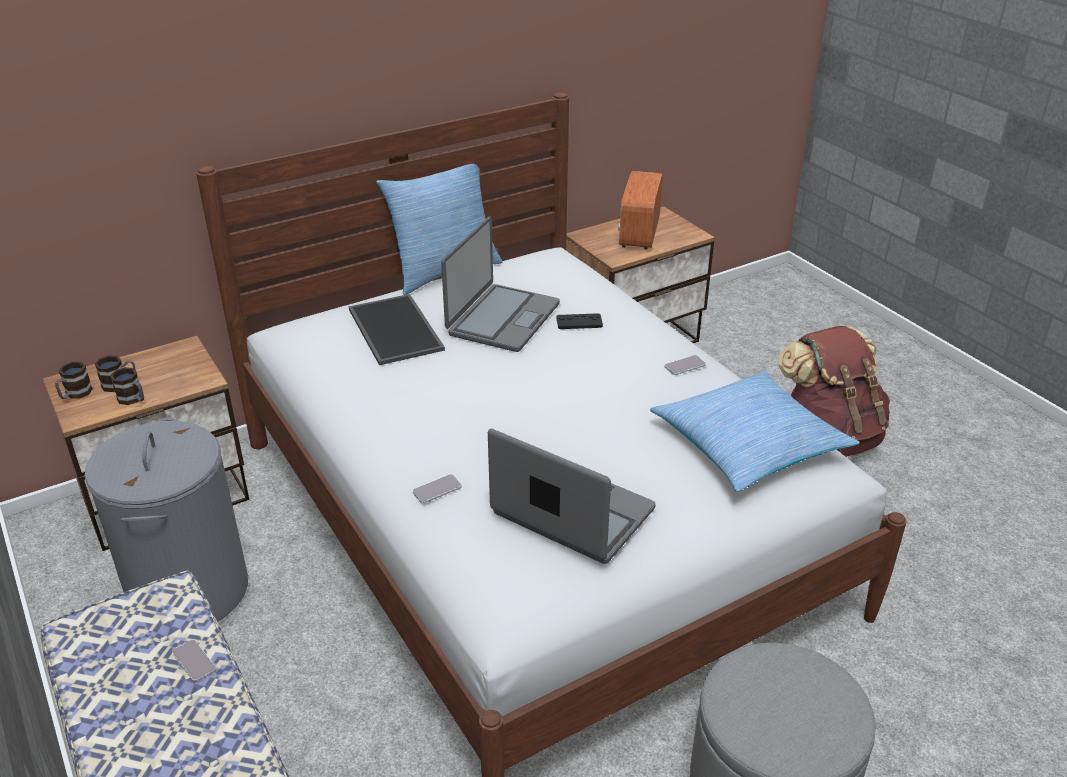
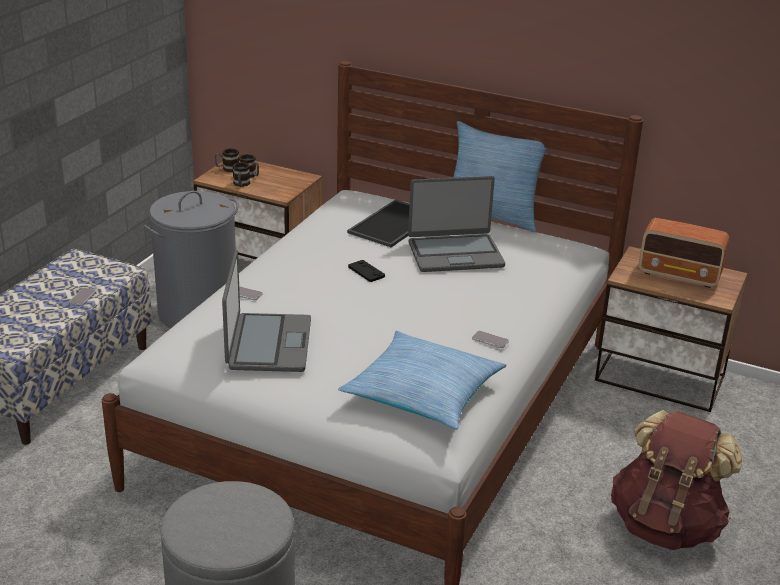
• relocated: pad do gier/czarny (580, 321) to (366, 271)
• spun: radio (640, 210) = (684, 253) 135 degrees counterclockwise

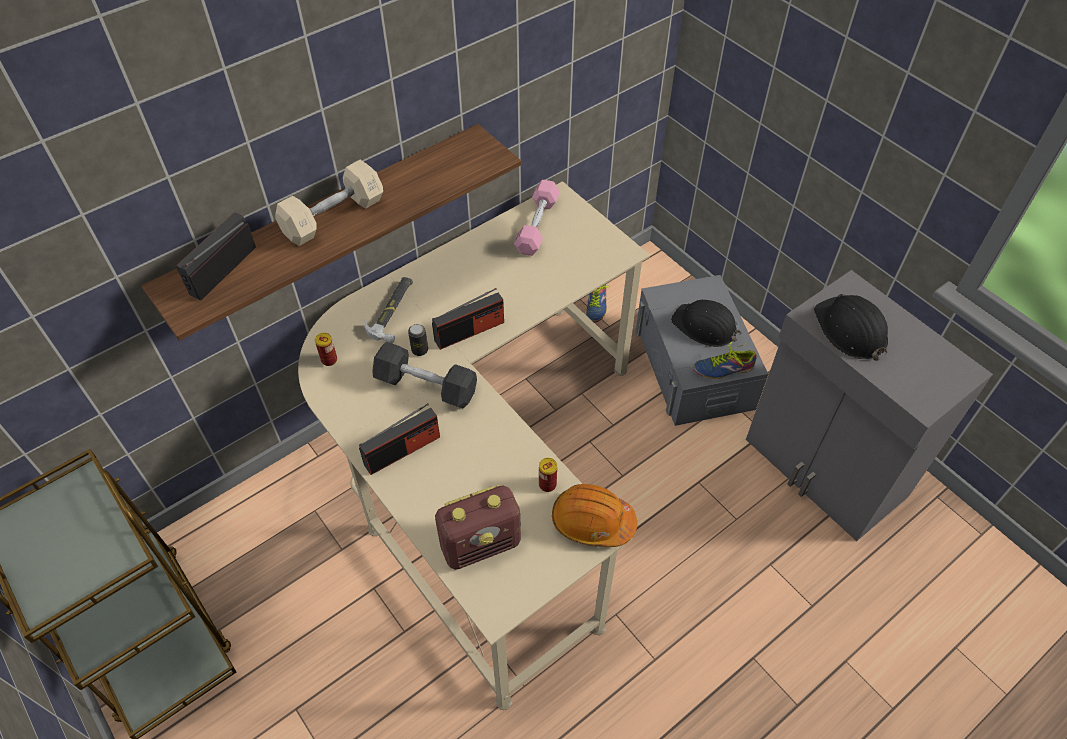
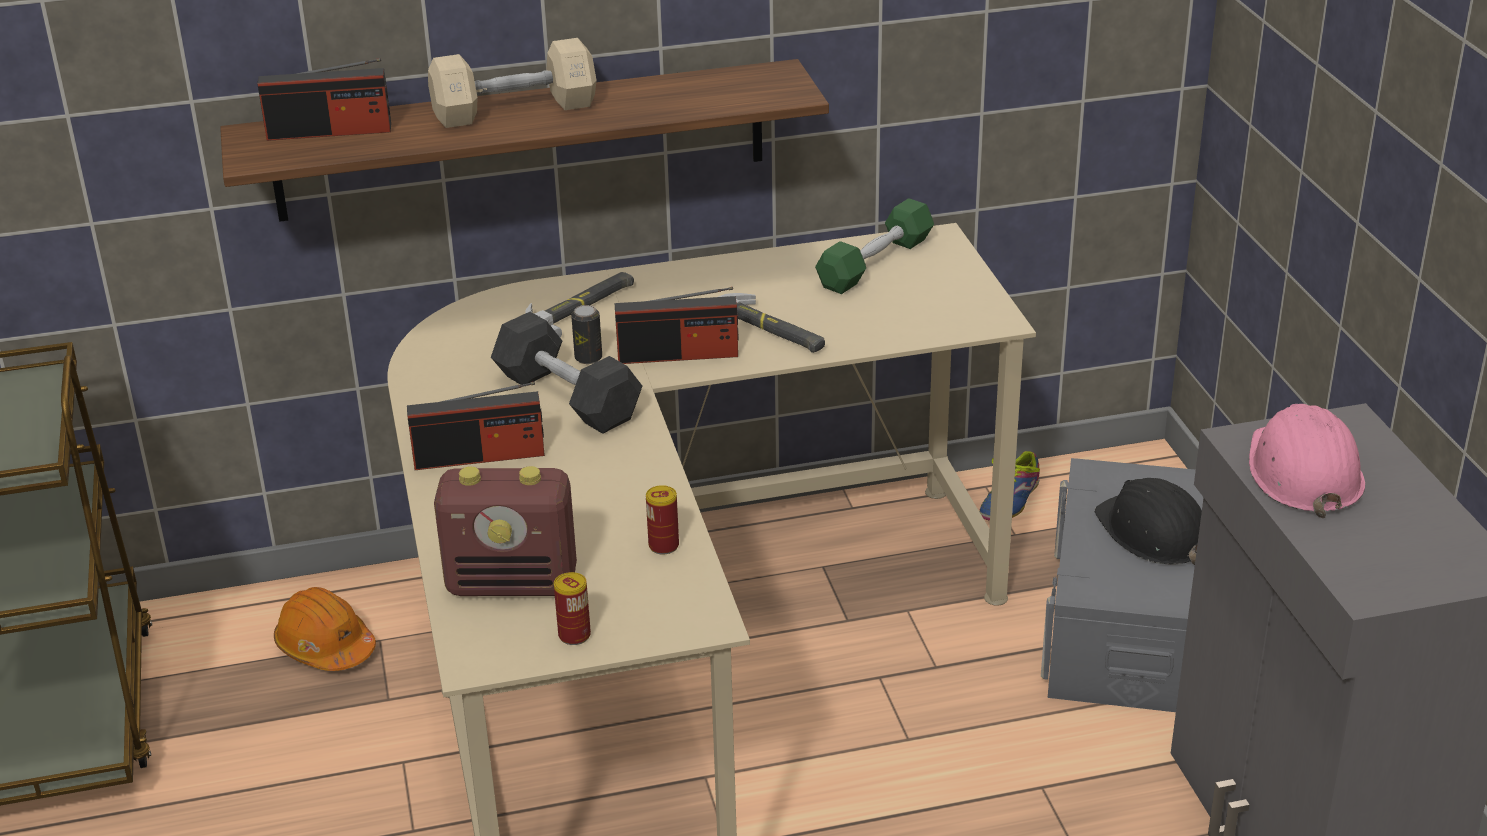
• missing: but (725, 360)
• appeared: młotek (772, 323)
• relocated: puszka (326, 349) to (572, 608)
• relocated: kask/pomarańczowy (594, 515) to (325, 629)
• colour: hantel/różowy (537, 218) to hantel/zielony (874, 246)
• colour: kask/czarny (851, 327) to kask/różowy (1307, 461)
• spun: radio (216, 256) = (324, 99) 150 degrees counterclockwise

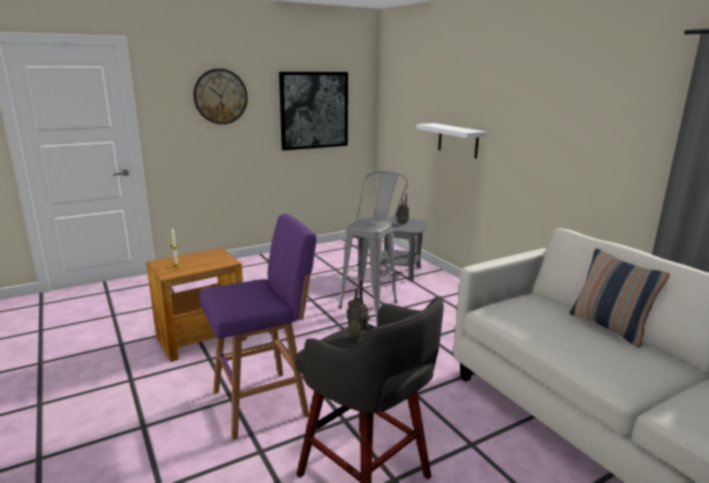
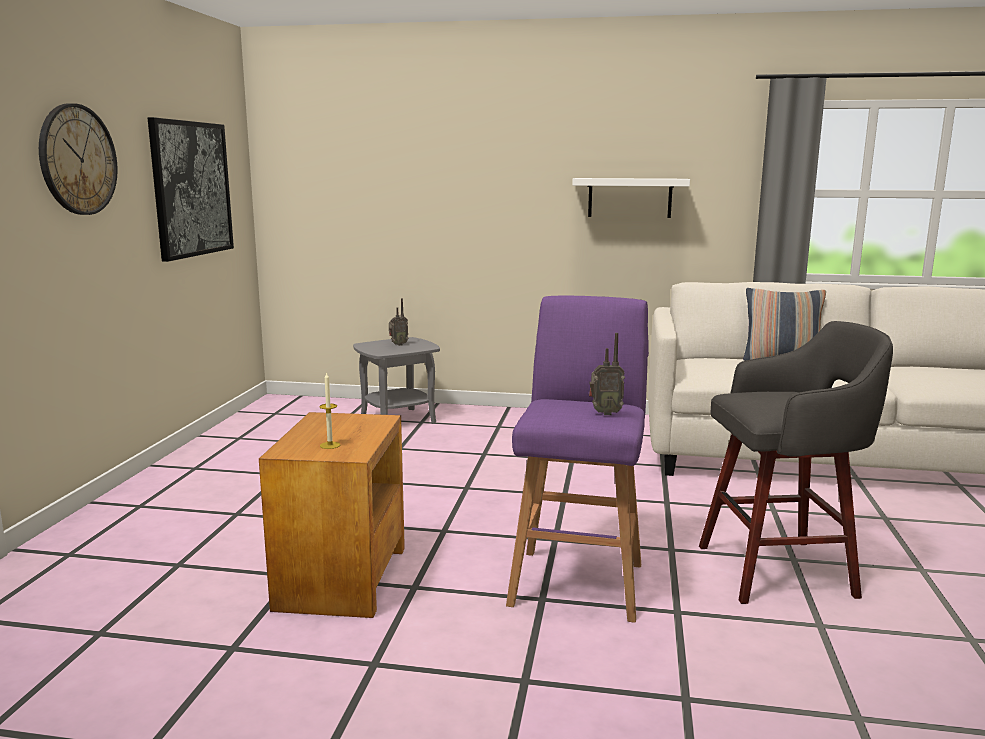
• missing: stołek/szary (373, 245)
• relocated: radio (358, 309) to (607, 374)
• relocated: półka/biały (451, 140) to (631, 198)

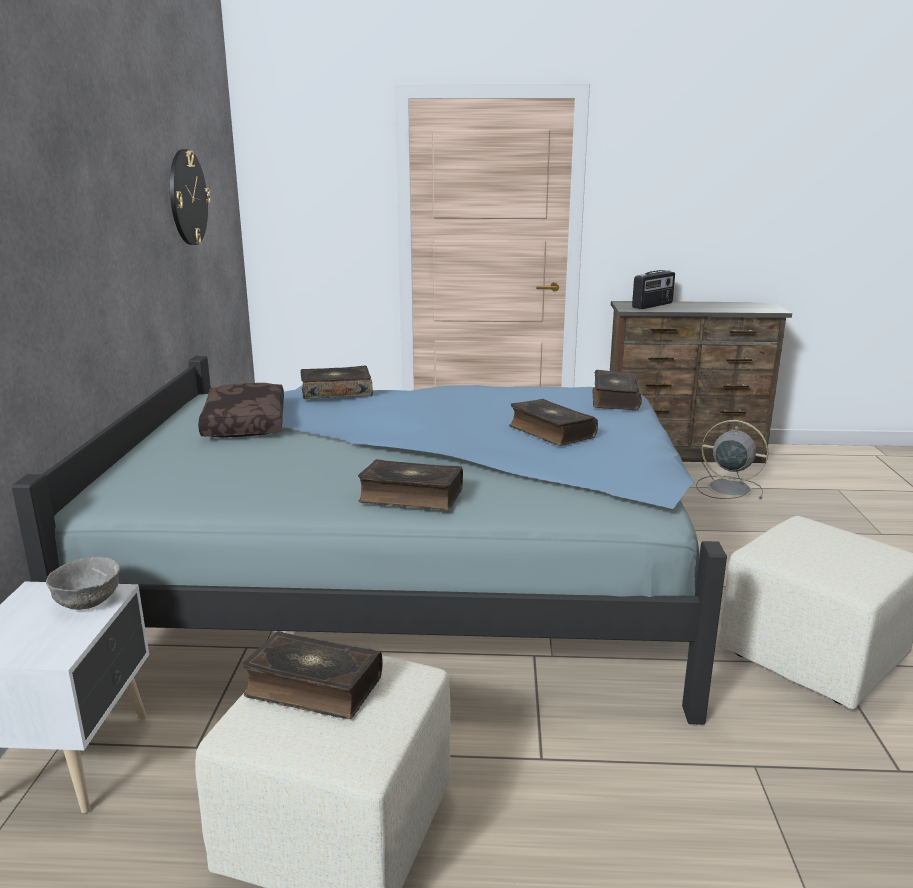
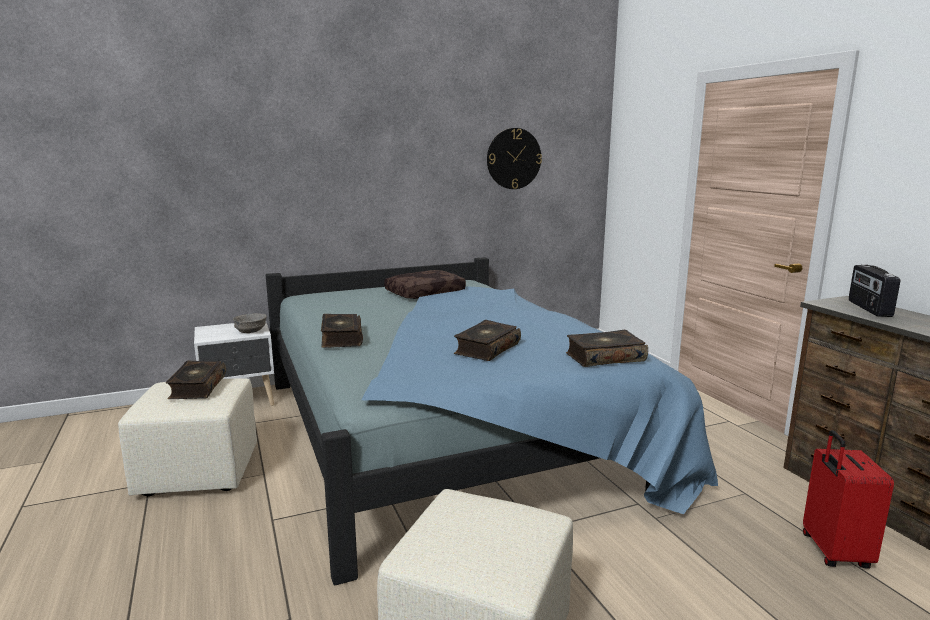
• missing: książka (336, 382)
• exchanged: wentylator/szary (732, 459) to walizka/czerwony (848, 499)
• spun: radio (653, 289) = (874, 290) 75 degrees clockwise

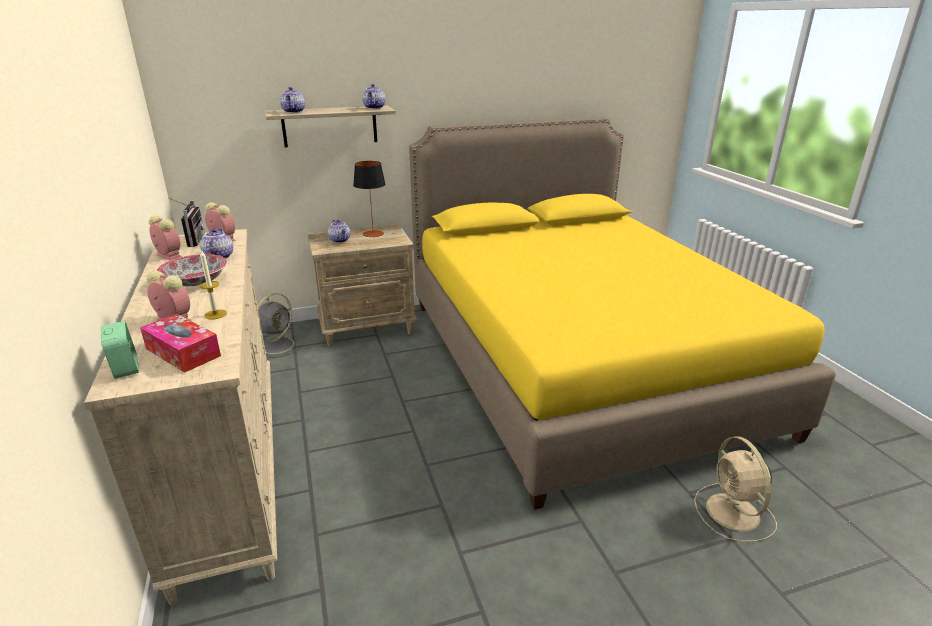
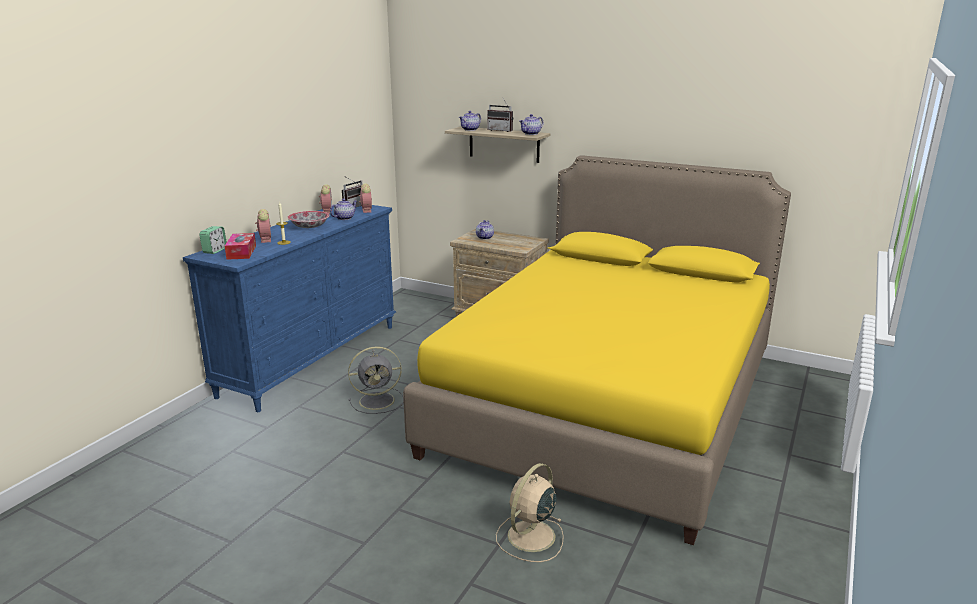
• missing: lampa stołowa (369, 199)
• appeared: radio (500, 115)
• relocated: wentylator/szary (280, 325) to (376, 380)
• colour: komoda/beżowy (180, 417) to komoda/niebieski (289, 308)

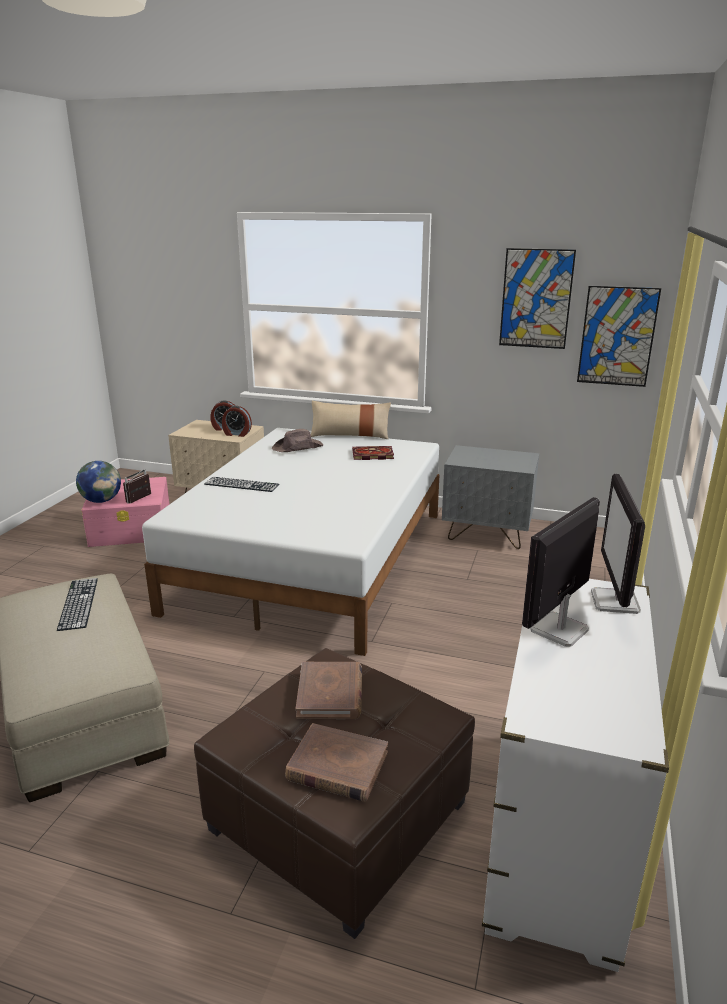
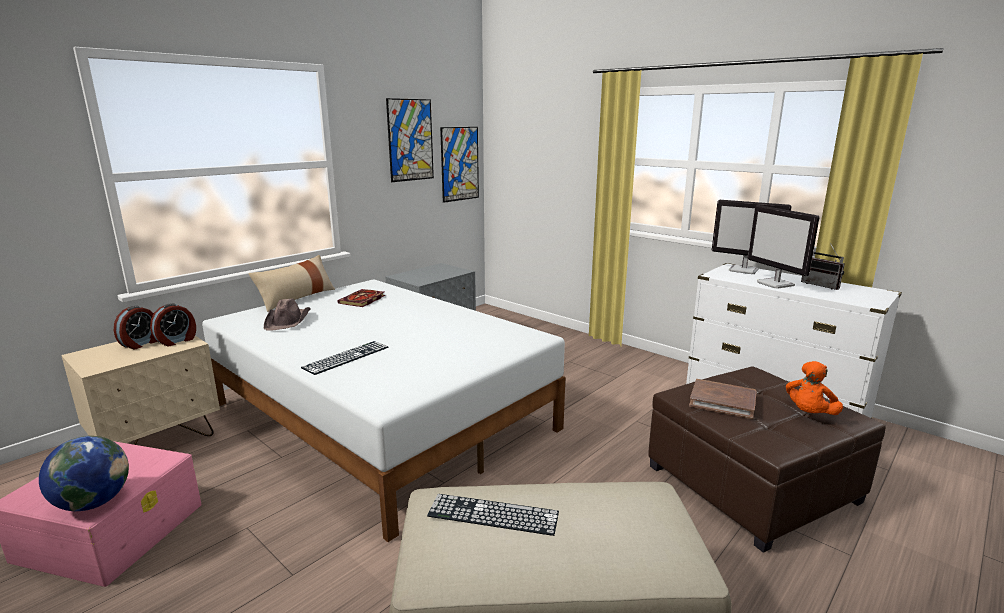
• relocated: radio (137, 486) to (823, 266)
• exchanged: książka/brązowy (336, 762) to pluszak/pomarańczowy (814, 388)

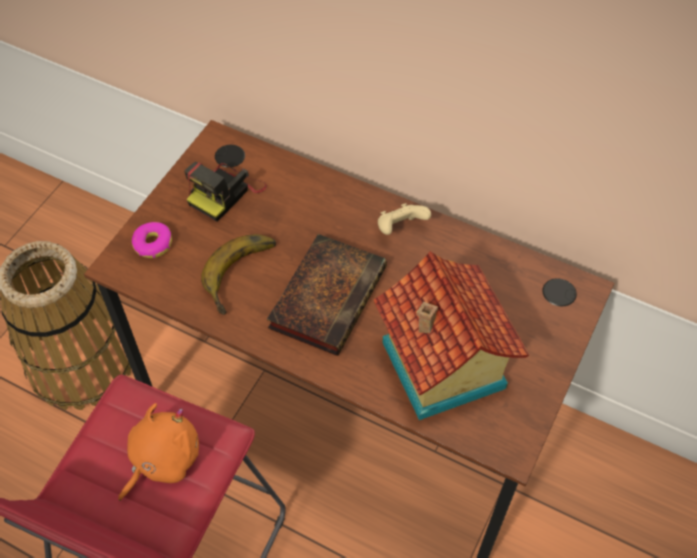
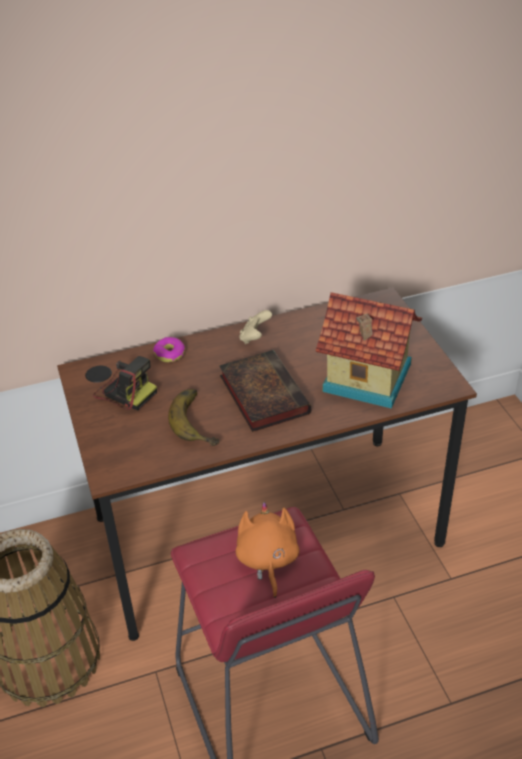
• relocated: donut (152, 240) to (169, 349)
• spun: aparat fotograficzny (225, 192) = (125, 383) 45 degrees counterclockwise

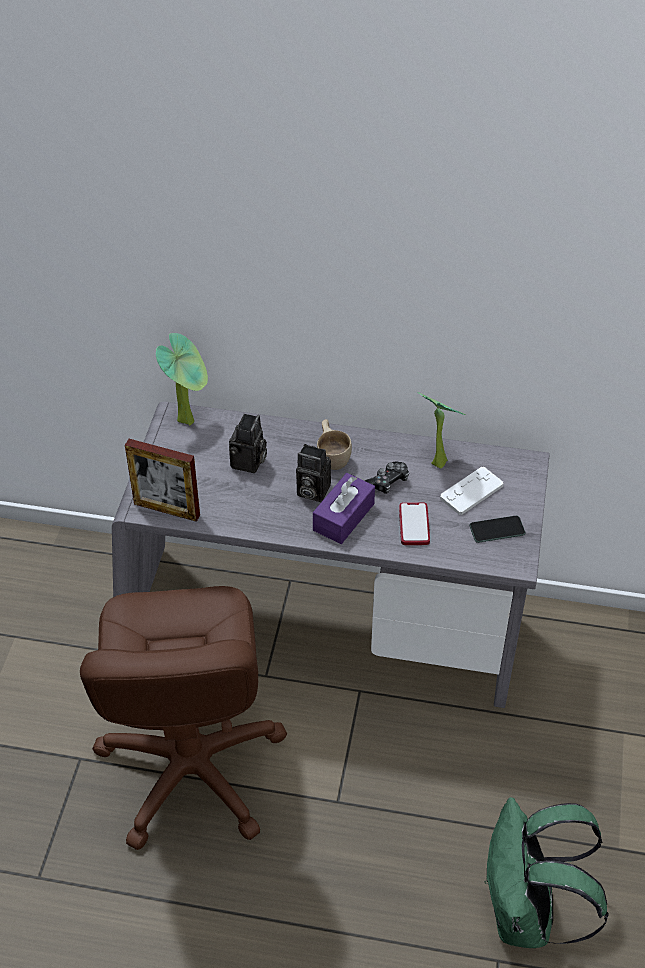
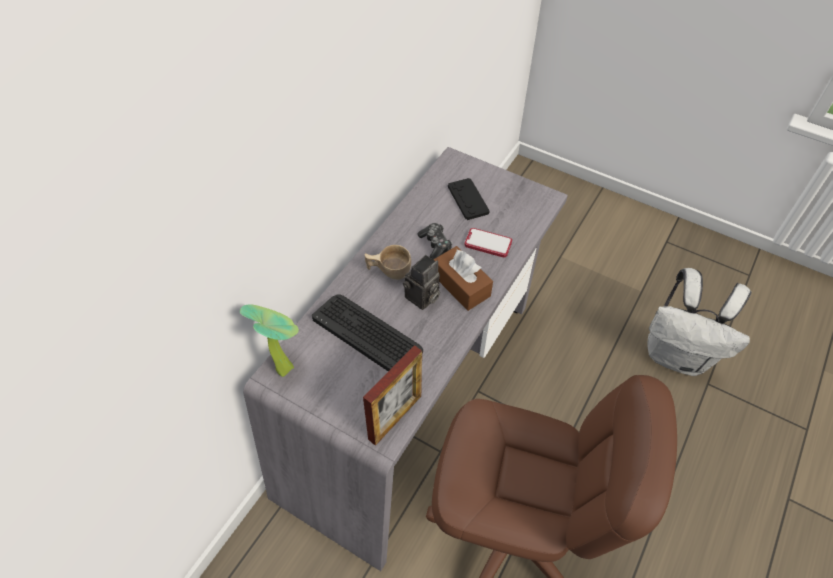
• missing: roślina doniczkowa (441, 430)
• missing: telefon (497, 529)
• exchanged: aparat fotograficzny (248, 443) to klawiatura (367, 332)
• colour: pudełko chusteczek/fioletowy (344, 508) to pudełko chusteczek/brązowy (463, 278)
• colour: pad do gier/biały (471, 491) to pad do gier/czarny (469, 199)
• colour: plecak/zielony (546, 872) to plecak/biały (699, 322)

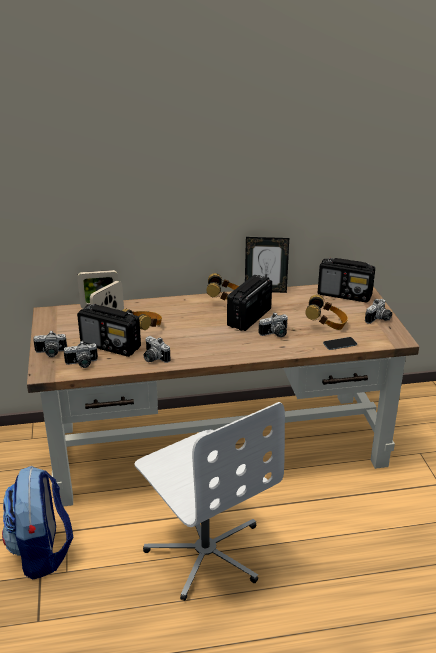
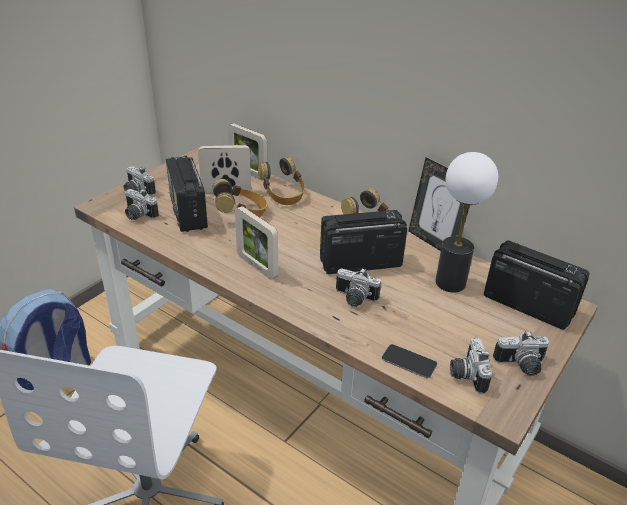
• appeared: ramka na zdjęcie (256, 243)
• appeared: lampa stołowa (466, 222)
• relocated: aparat fotograficzny (156, 349) to (471, 366)
• relocated: słuchawki (326, 312) to (281, 181)
• spun: radio (346, 280) = (537, 285) 150 degrees clockwise

